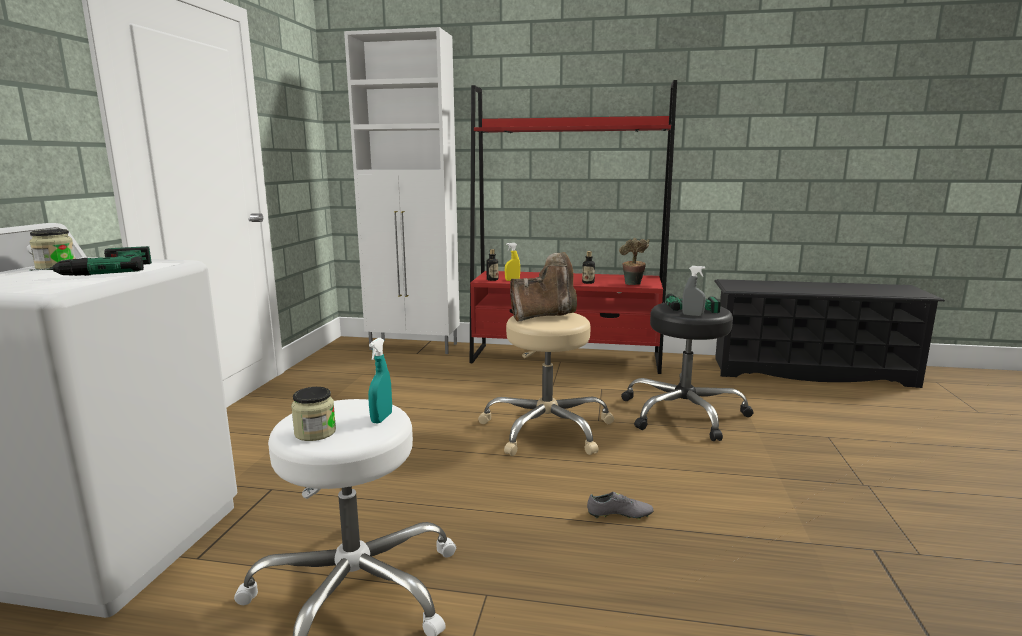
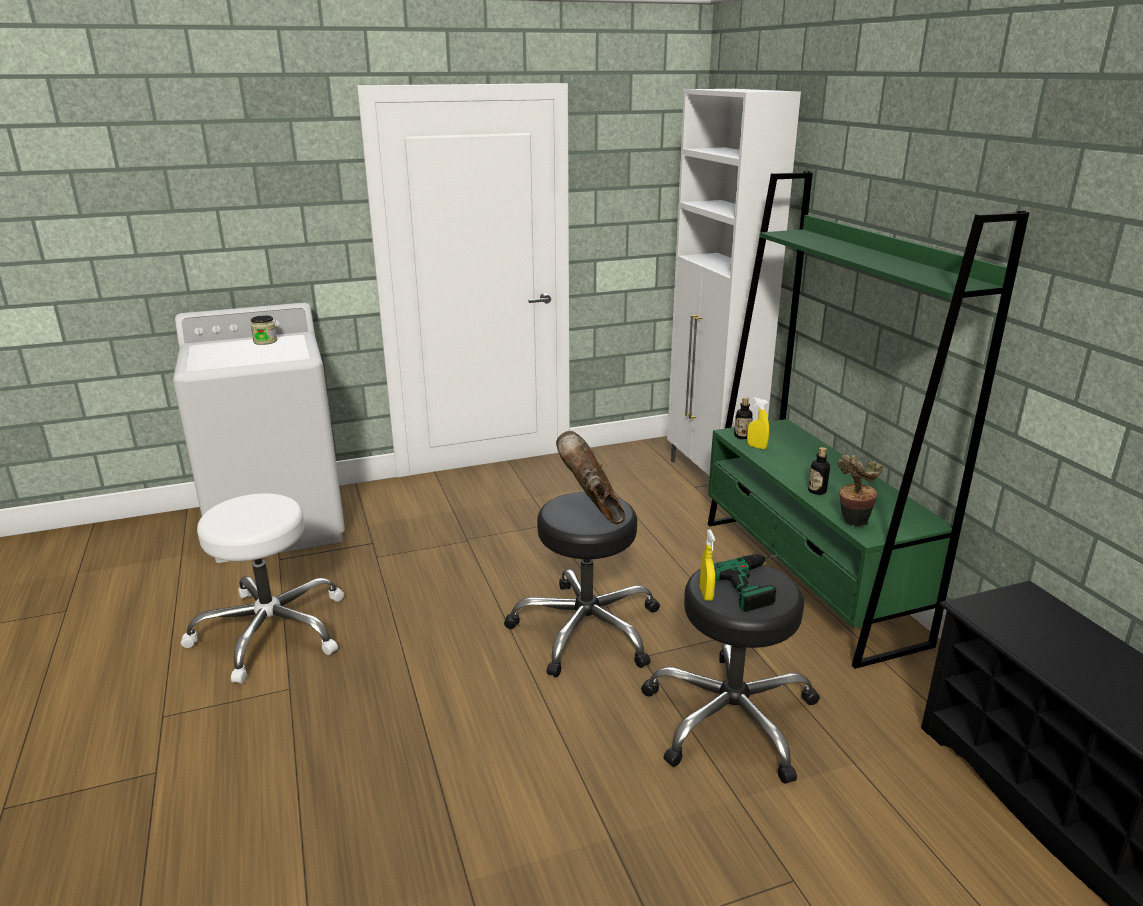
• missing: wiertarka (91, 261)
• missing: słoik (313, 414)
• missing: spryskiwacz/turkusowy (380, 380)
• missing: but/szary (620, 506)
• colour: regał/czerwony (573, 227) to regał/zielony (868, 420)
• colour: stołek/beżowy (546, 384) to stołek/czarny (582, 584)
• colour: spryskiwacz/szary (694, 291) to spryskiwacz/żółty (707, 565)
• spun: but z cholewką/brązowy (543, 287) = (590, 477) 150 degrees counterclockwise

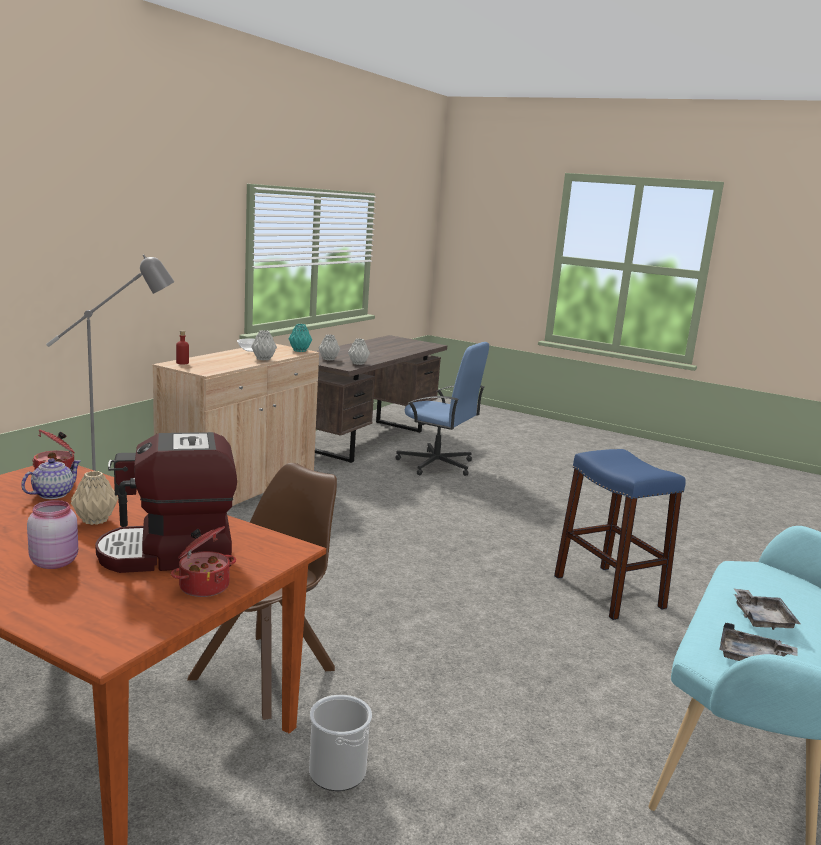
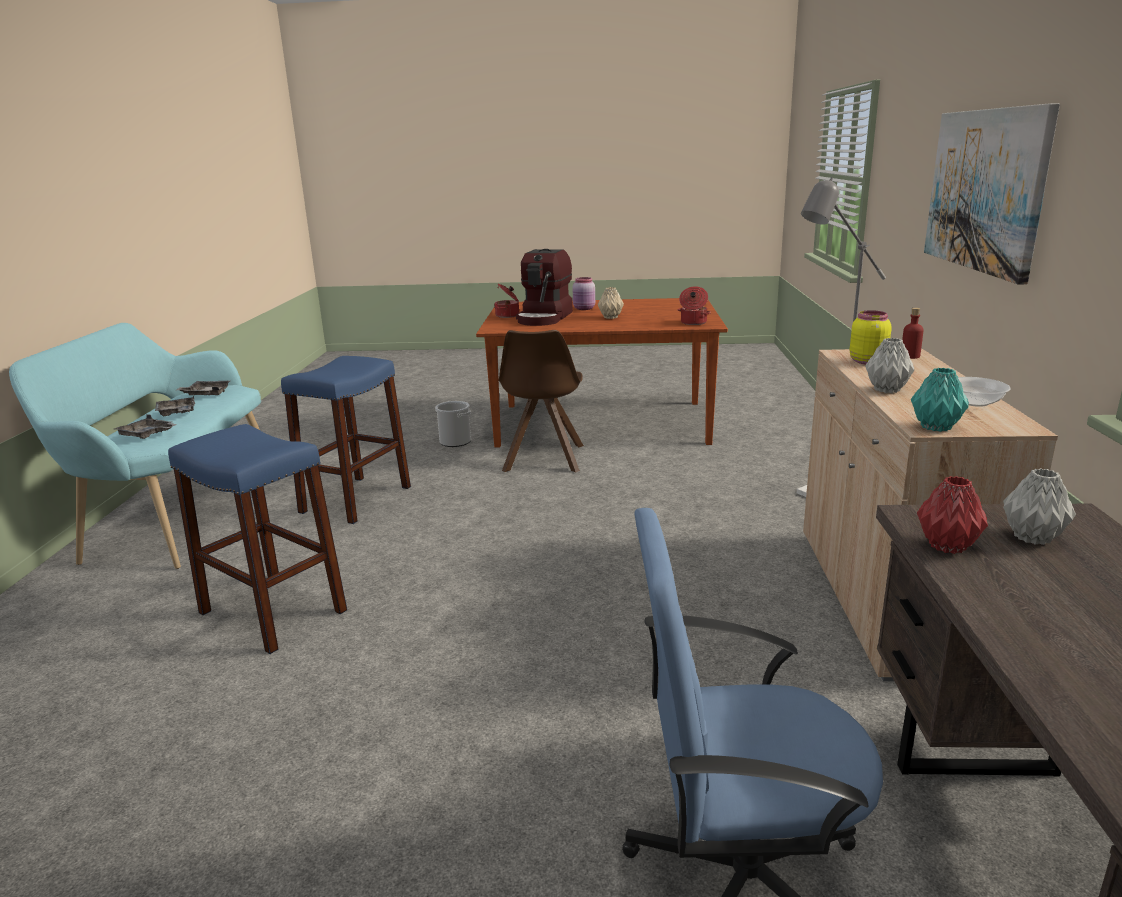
• missing: imbryk (51, 478)
• appeared: taca/szary (145, 426)
• appeared: stołek/niebieski (346, 440)
• appeared: słoik/żółty (871, 337)
• appeared: obraz (992, 193)
• colour: wazon/szary (359, 352) to wazon/czerwony (952, 515)
• spun: ekspres do kawy (166, 502) = (544, 287) 150 degrees clockwise

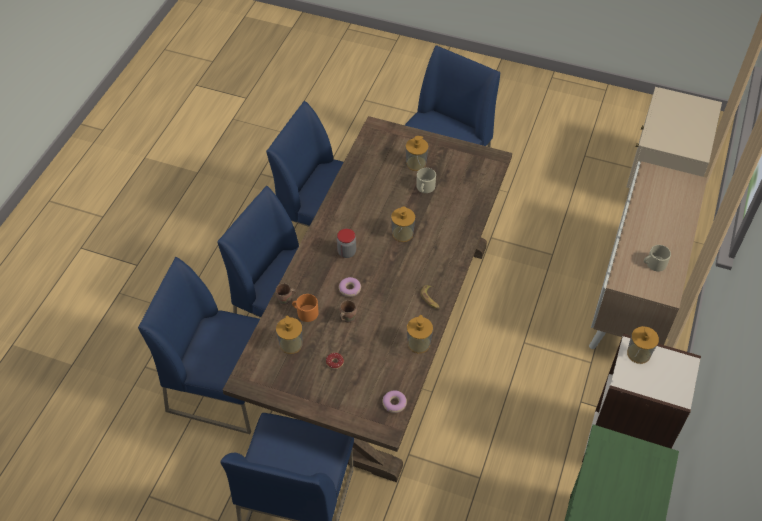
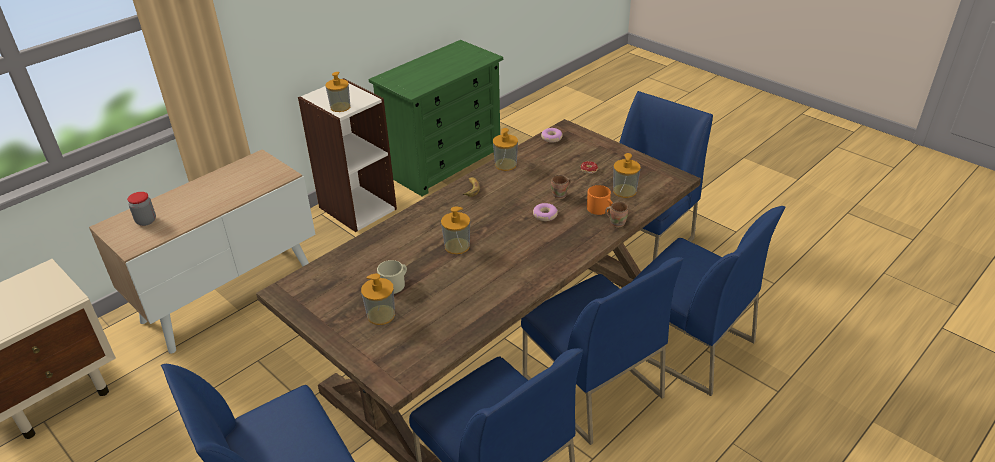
• missing: kubek/beżowy (657, 258)
• relocated: słoik (346, 243) to (141, 209)

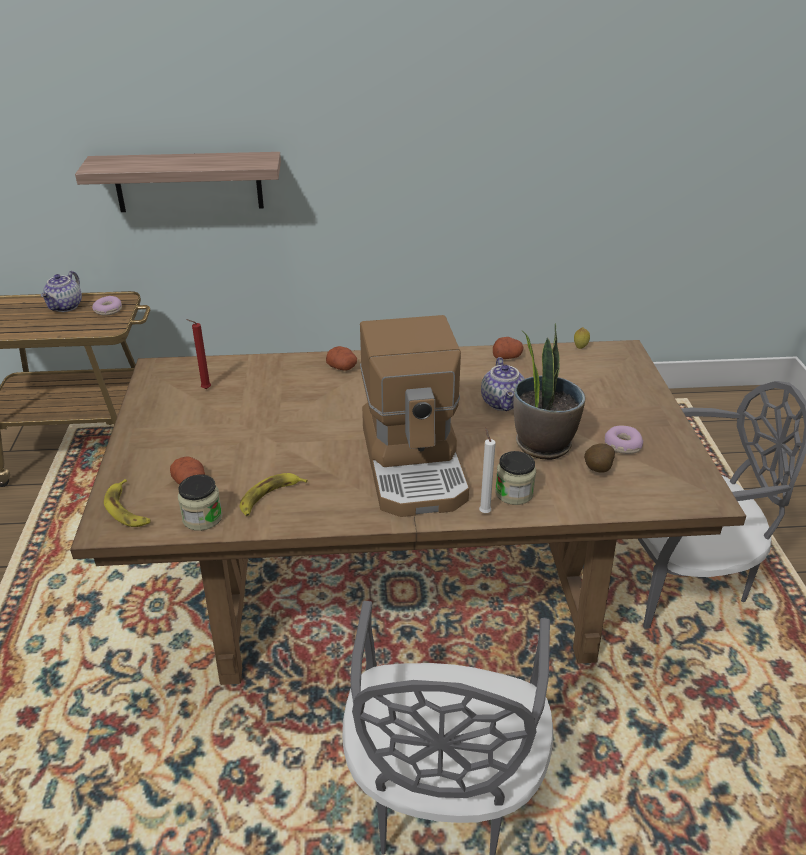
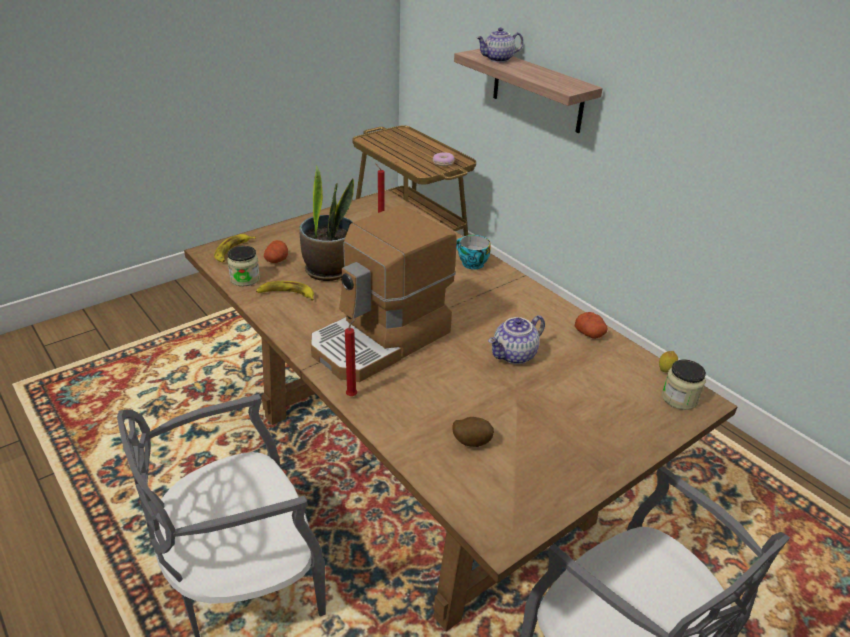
• missing: donut (623, 440)
• relocated: imbryk (61, 291) to (499, 44)
• relocated: słoik (515, 478) to (684, 384)
• relocated: roślina doniczkowa (549, 391) to (326, 223)
• exchanged: ziemniak (341, 358) to filiżanka (473, 252)
• colour: świeca/biały (487, 470) to świeca/czerwony (351, 357)

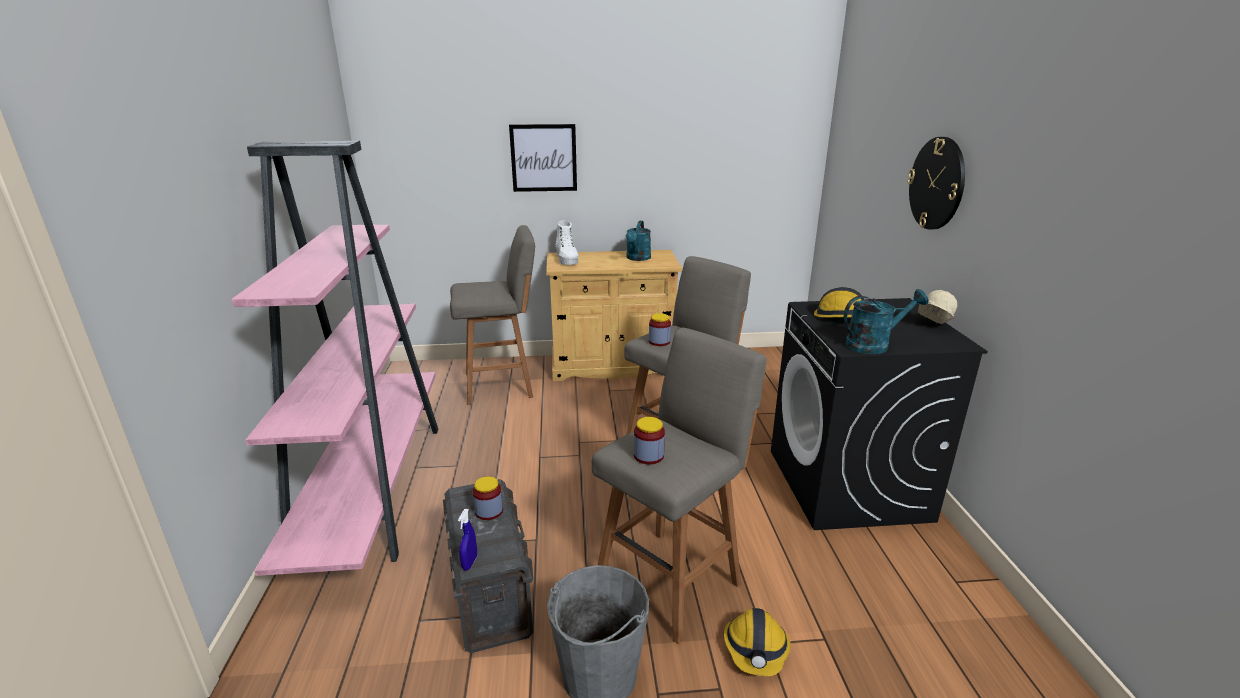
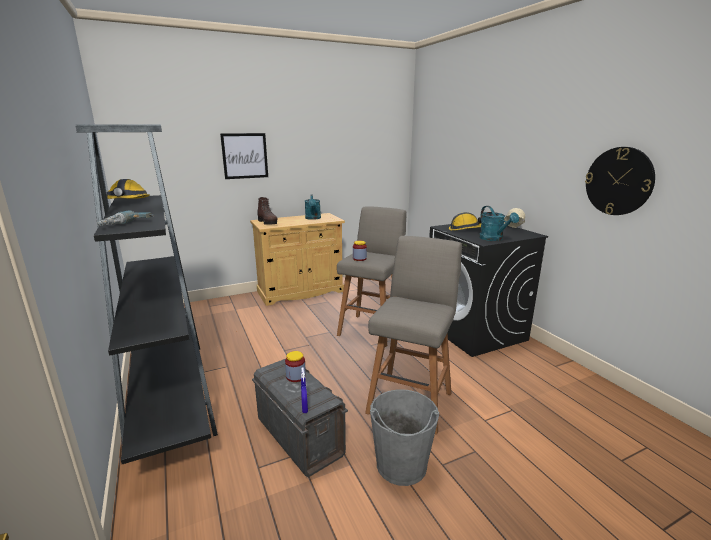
• missing: stołek/szary (492, 315)
• missing: słoik (649, 440)
• appeared: wiertarka (125, 218)
• relocated: kask (757, 642) to (128, 189)
• relocated: zegar ścienny (936, 183) to (620, 181)
• colour: regał/różowy (334, 358) to regał/czarny (146, 294)
• colour: but z cholewką/biały (567, 242) to but z cholewką/brązowy (267, 211)
• spun: konewka/turkusowy (886, 321) = (499, 223) 105 degrees clockwise

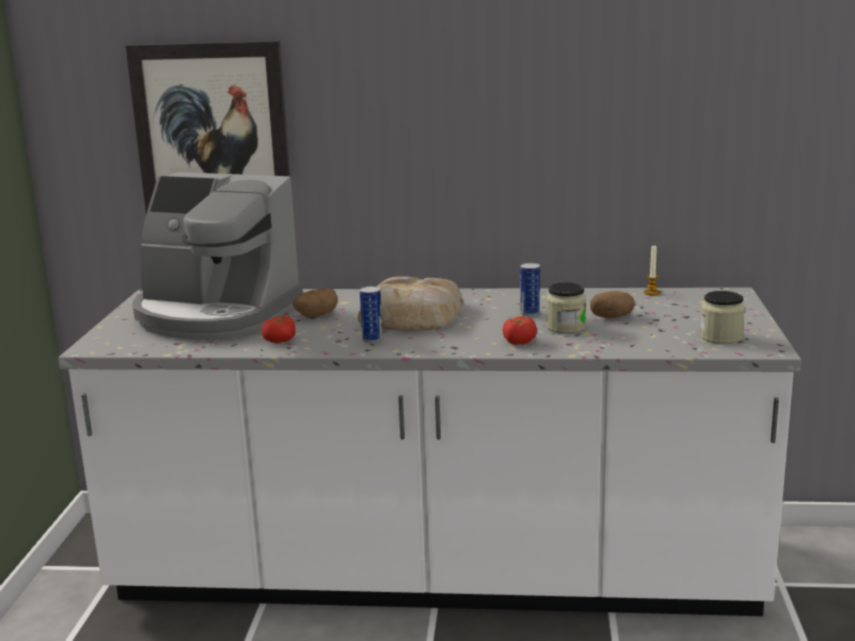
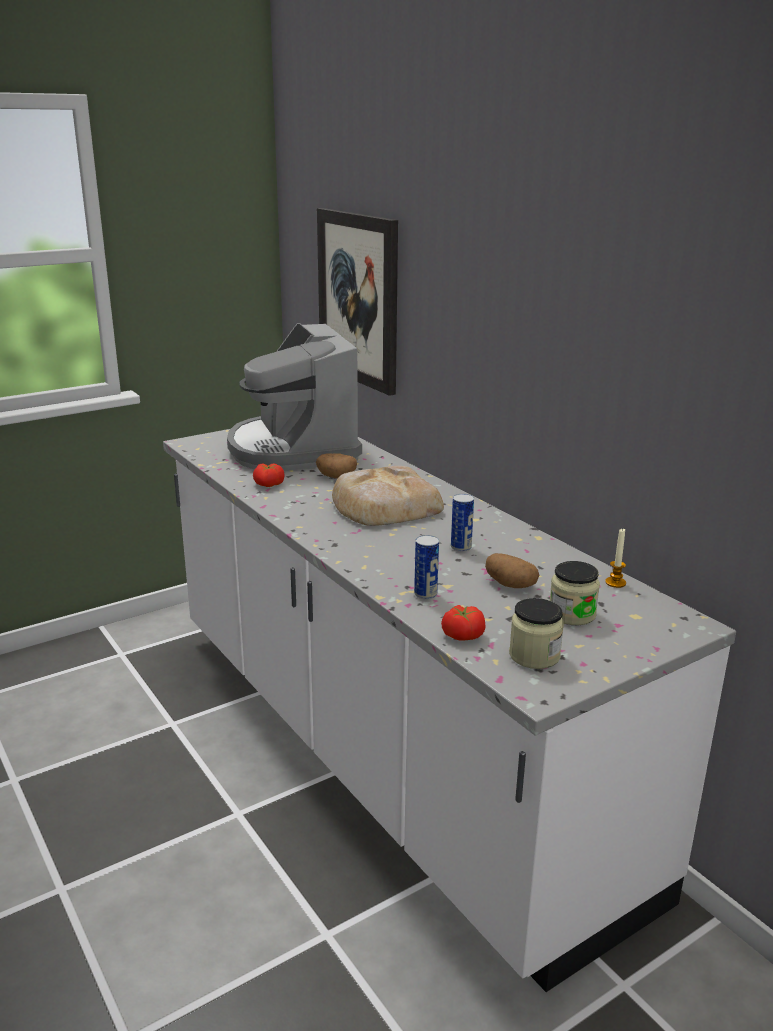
• relocated: puszka (371, 314) to (426, 567)
• relocated: pomidor (520, 330) to (463, 623)
• relocated: słoik (566, 308) to (575, 593)

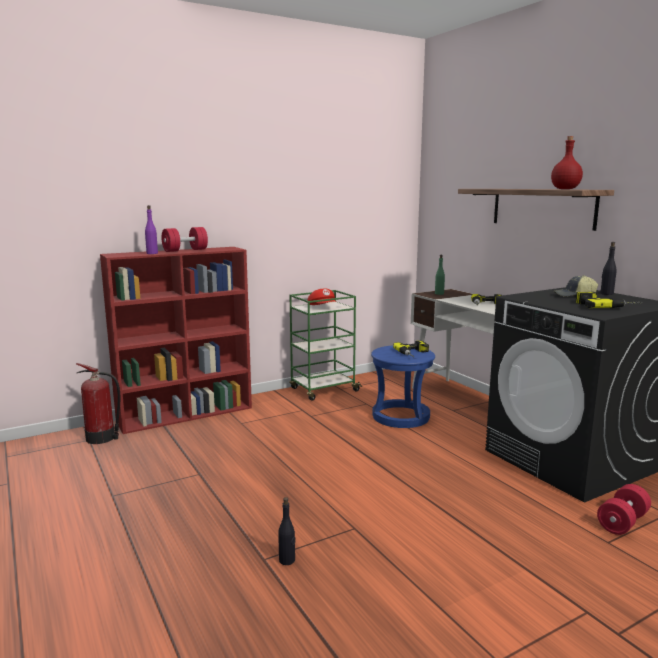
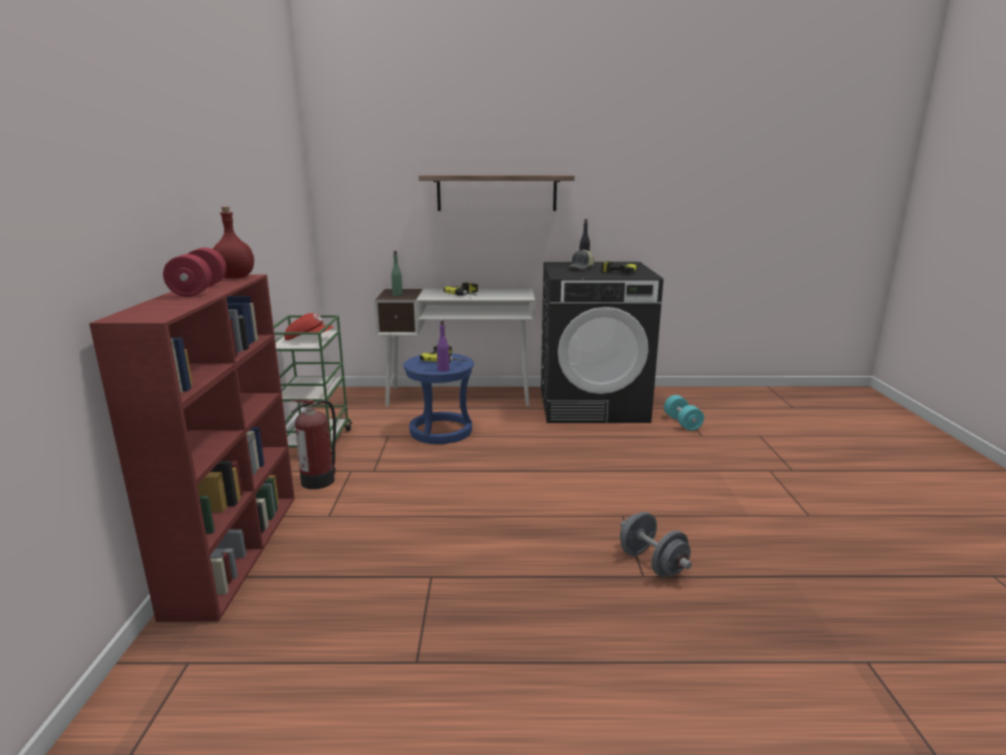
• relocated: gaśnica (98, 403) to (313, 444)
• relocated: butelka/fioletowy (151, 229) to (443, 346)
• relocated: butelka/czerwony (567, 162) to (233, 243)
• exchanged: butelka/czarny (287, 531) to hantel/szary (656, 544)
• colour: hantel/czerwony (624, 509) to hantel/turkusowy (684, 413)

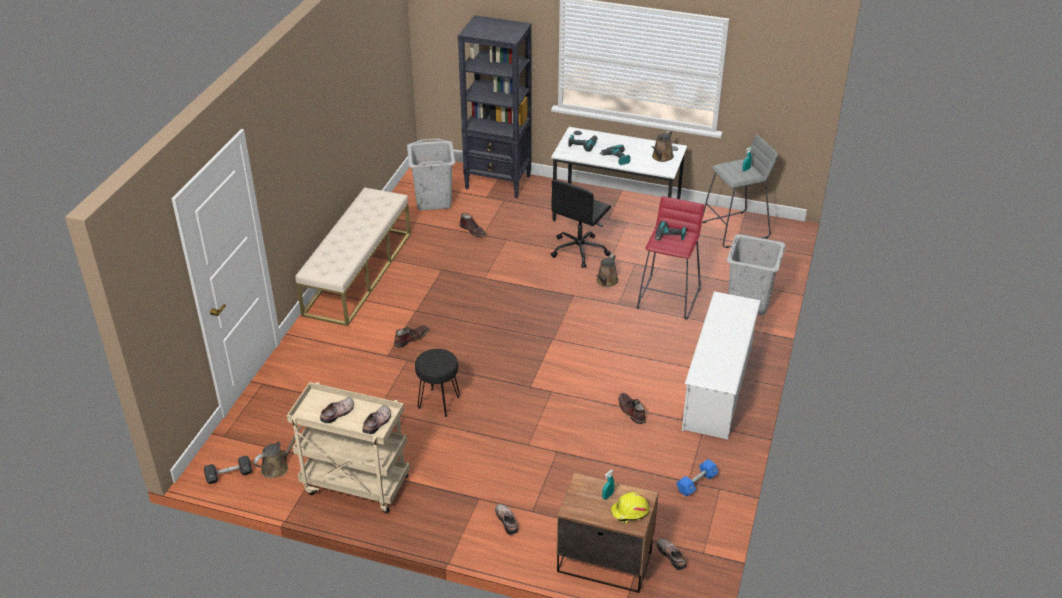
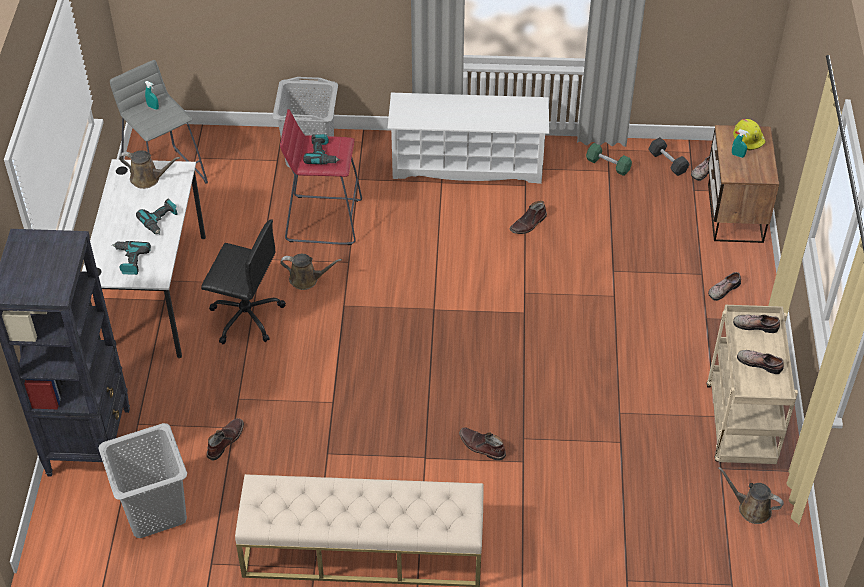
• missing: stołek/czarny (437, 383)
• relocated: hantel/czarny (228, 469) to (669, 156)
• colour: hantel/niebieski (697, 478) to hantel/zielony (609, 159)

